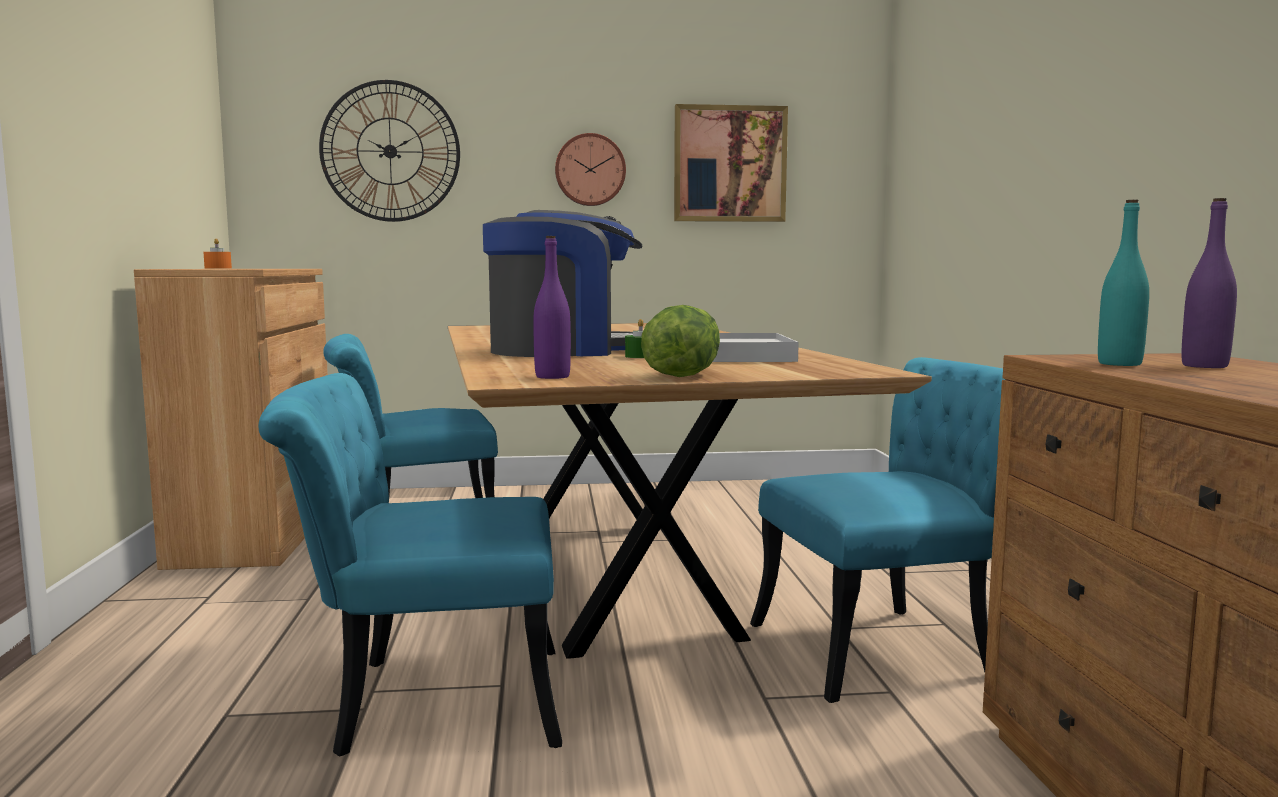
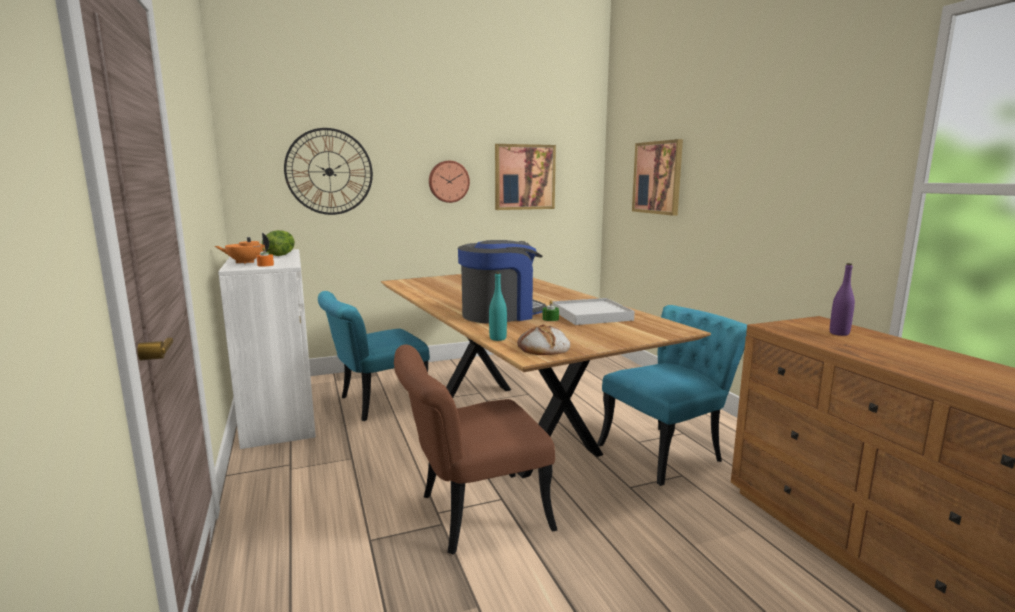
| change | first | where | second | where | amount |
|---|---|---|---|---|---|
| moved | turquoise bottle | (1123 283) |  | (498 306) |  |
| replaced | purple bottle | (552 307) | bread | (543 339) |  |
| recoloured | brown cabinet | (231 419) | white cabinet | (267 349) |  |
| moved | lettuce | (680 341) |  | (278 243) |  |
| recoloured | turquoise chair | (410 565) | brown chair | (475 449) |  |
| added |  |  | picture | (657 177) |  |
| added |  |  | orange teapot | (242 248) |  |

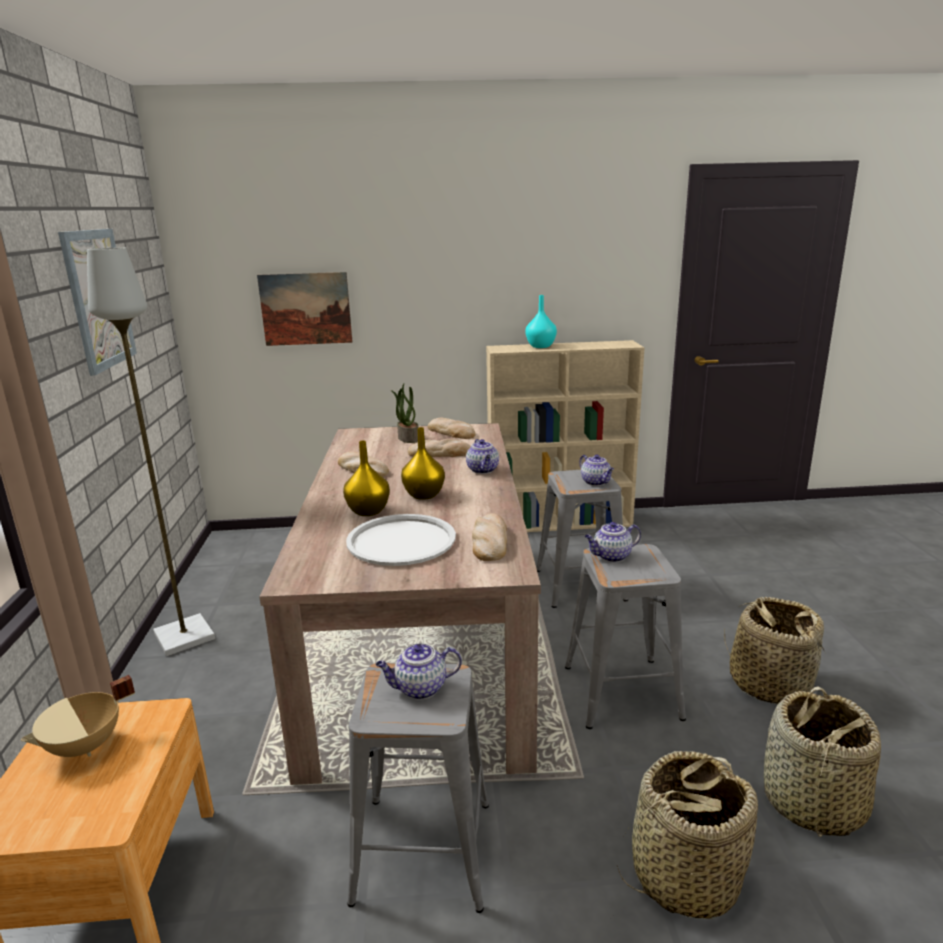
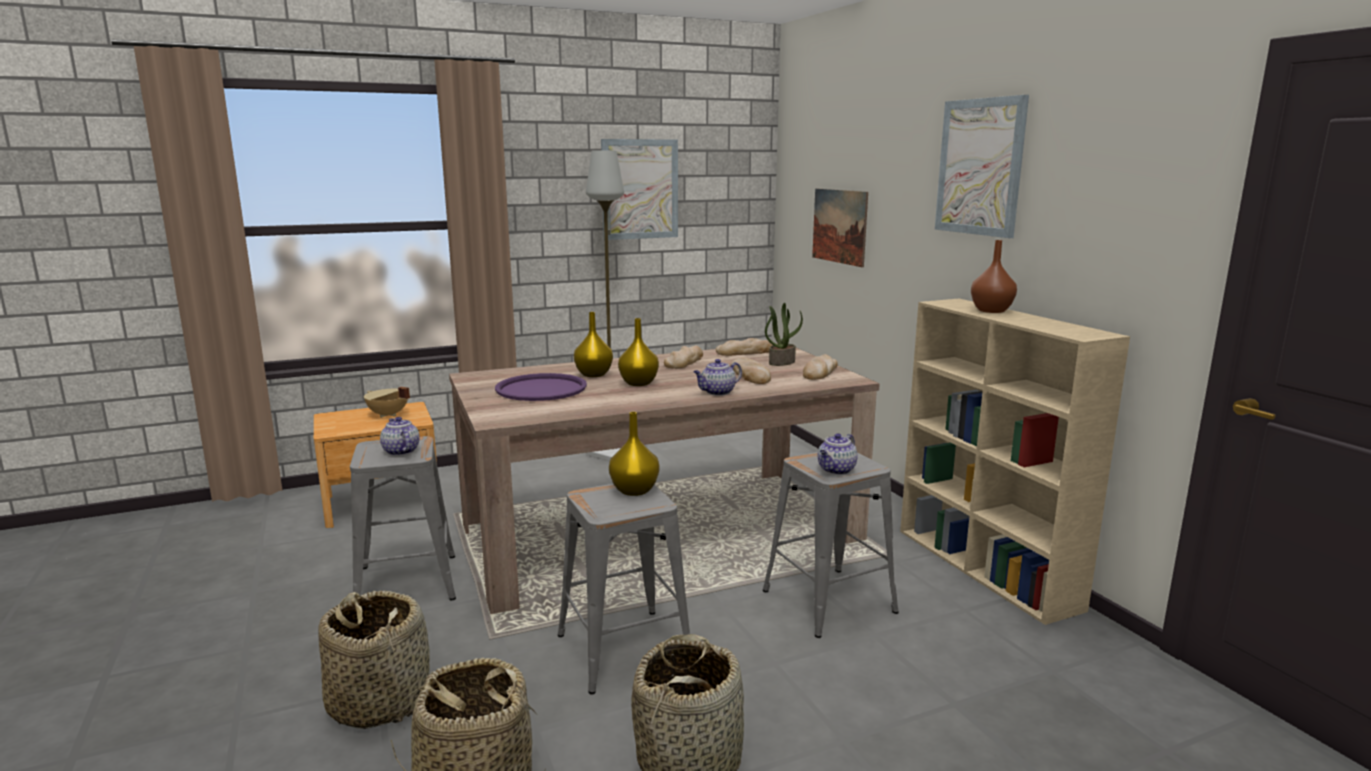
| change | first | where | second | where | amount |
|---|---|---|---|---|---|
| recoloured | turquoise vase | (541 321) | brown vase | (994 276) |  |
| moved | bread | (489 537) |  | (745 347) |  |
| recoloured | white tray | (401 540) | purple tray | (541 387) |  |
| replaced | teapot | (613 542) | yellow vase | (634 454) |  |
| added |  |  | picture | (982 166) |  |

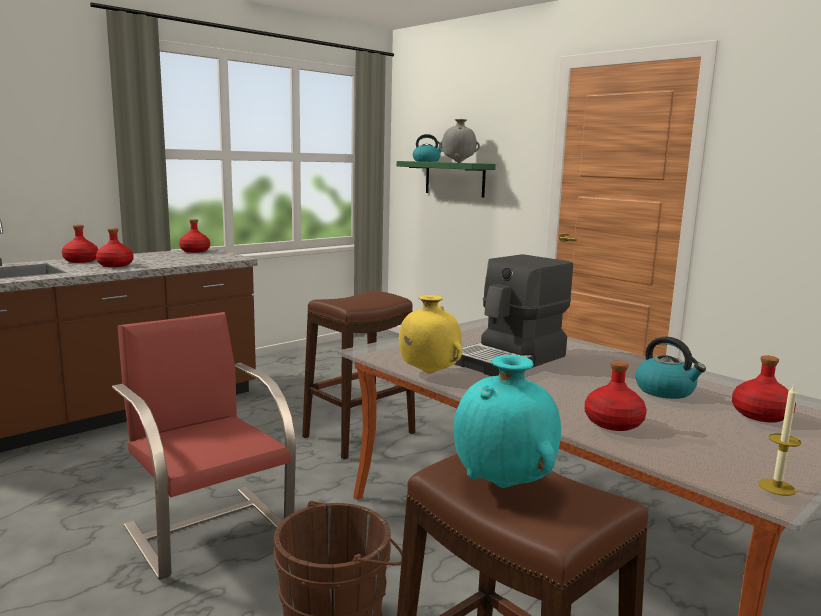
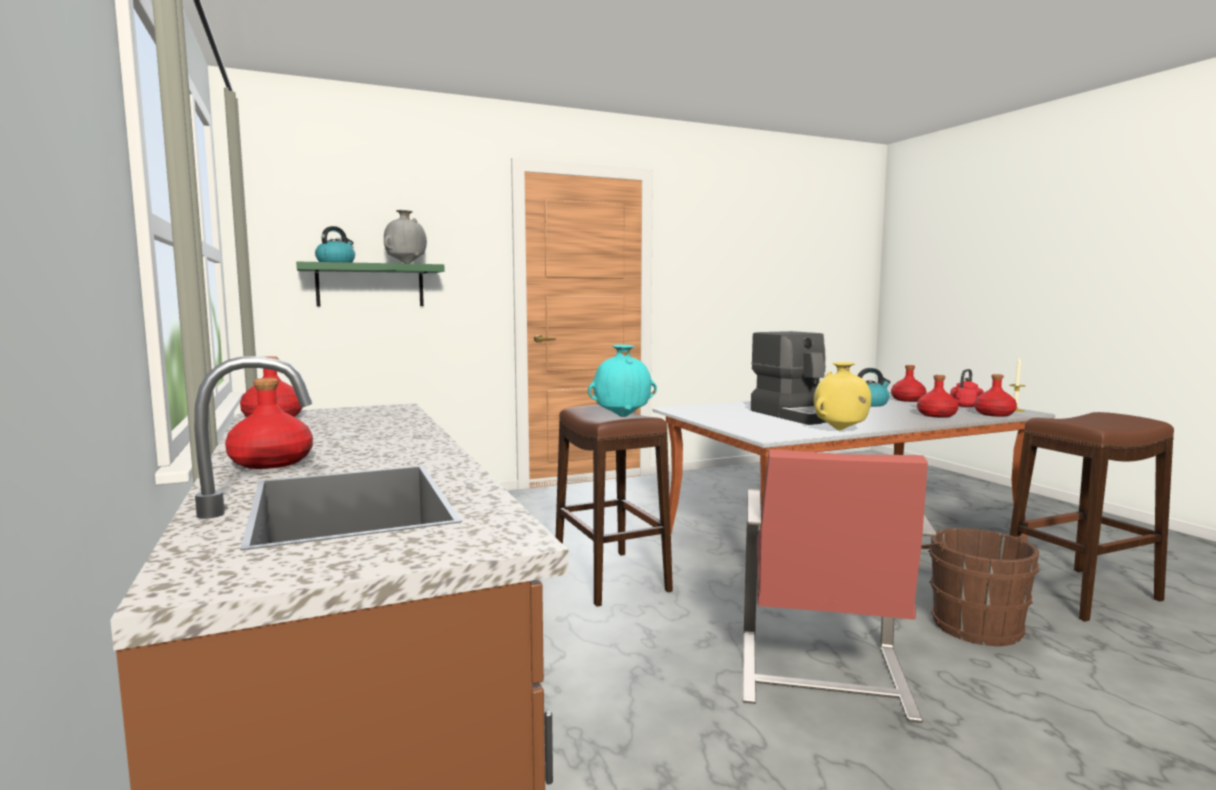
| change | first | where | second | where | amount |
|---|---|---|---|---|---|
| moved | red bottle | (115 247) |  | (995 395) |  |
| turned | red chair | (204 446) |  | (839 586) | 60 degrees counterclockwise |
| moved | turquoise vase | (507 421) |  | (622 380) |  |
| added |  |  | red kettle | (967 388) |  |

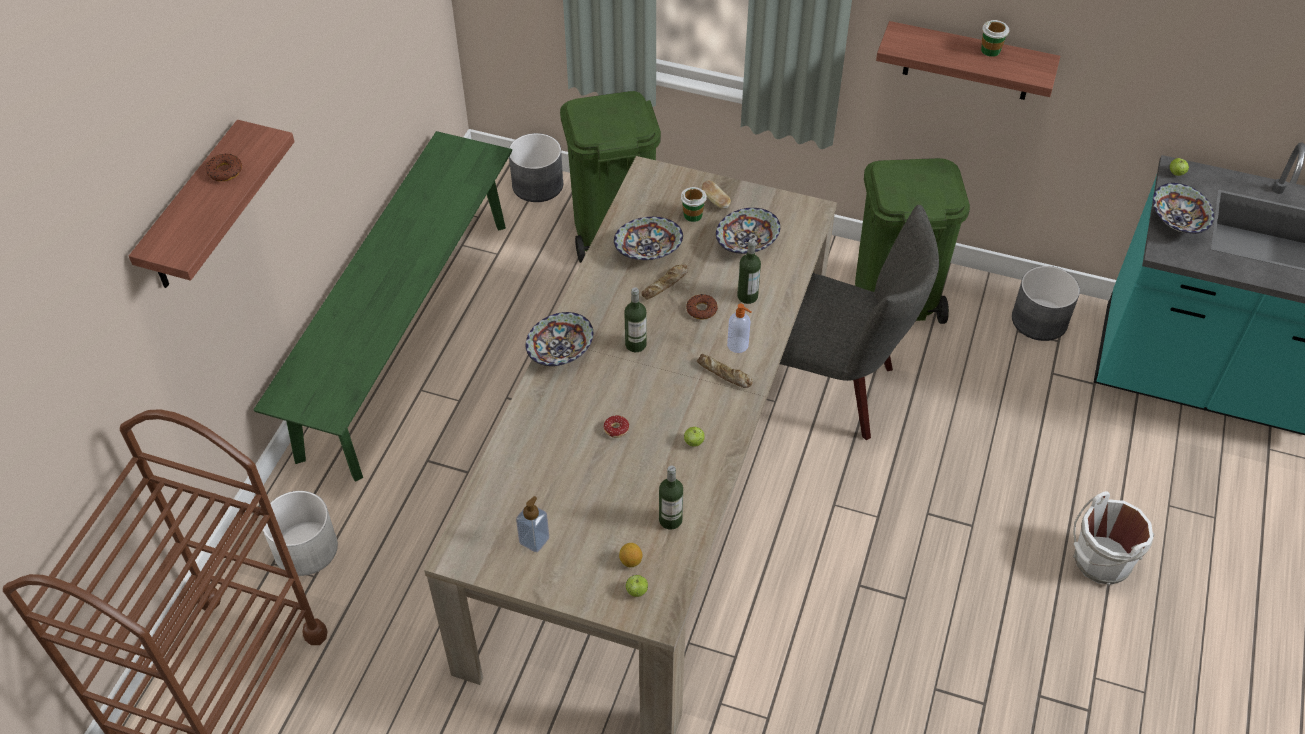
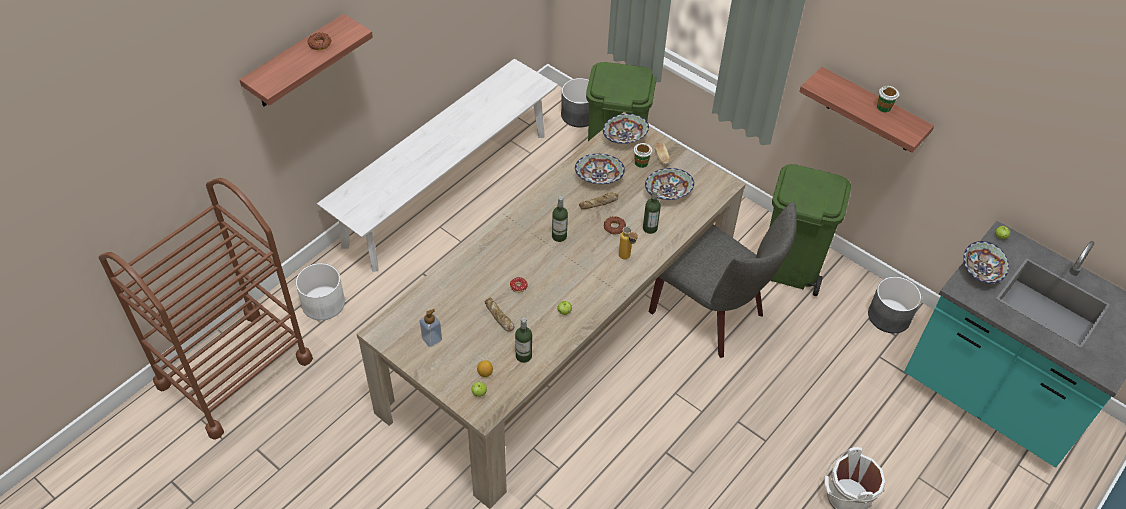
| change | first | where | second | where | amount |
|---|---|---|---|---|---|
| recoloured | green bench | (382 306) | white bench | (437 165) |  |
| replaced | soap dispenser | (739 328) | bottle | (628 243) |  |
| moved | bowl | (559 339) |  | (626 129) |  |
| moved | bread | (724 371) |  | (499 315) |  |

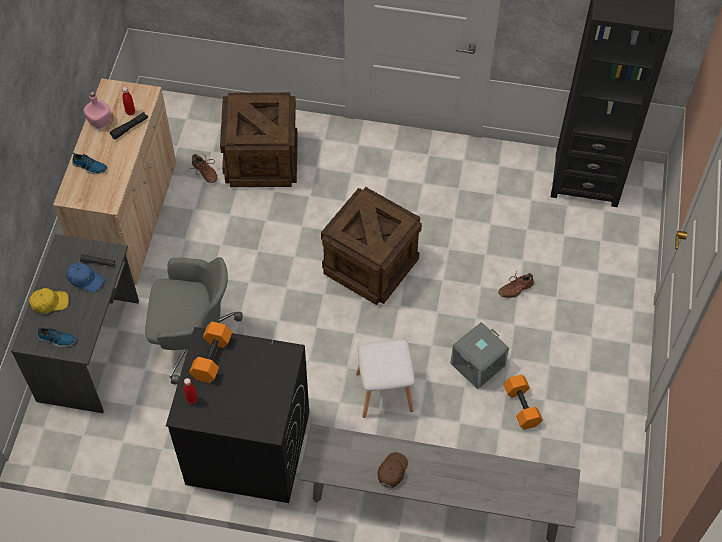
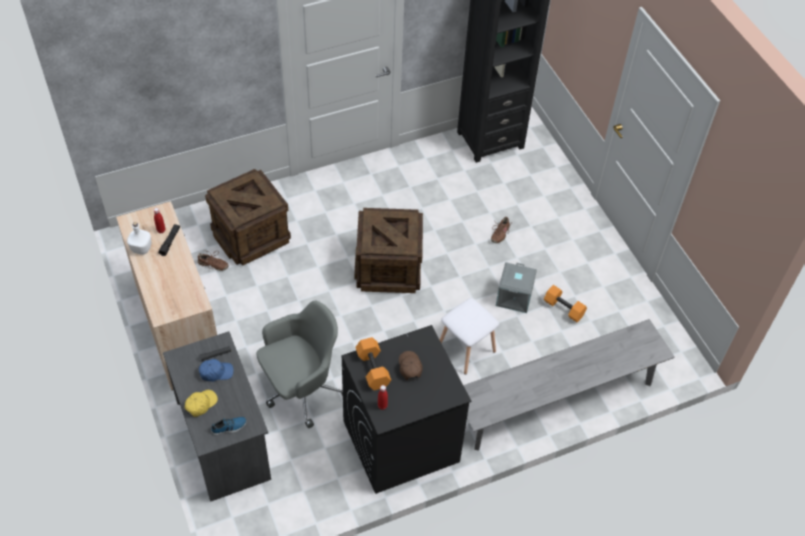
| change | first | where | second | where | amount |
|---|---|---|---|---|---|
| recoloured | pink bottle | (97 110) | white bottle | (139 238) |  |
| removed | shoe | (89 163) |  |  |  |
| moved | brown cap | (393 470) |  | (411 366) |  |

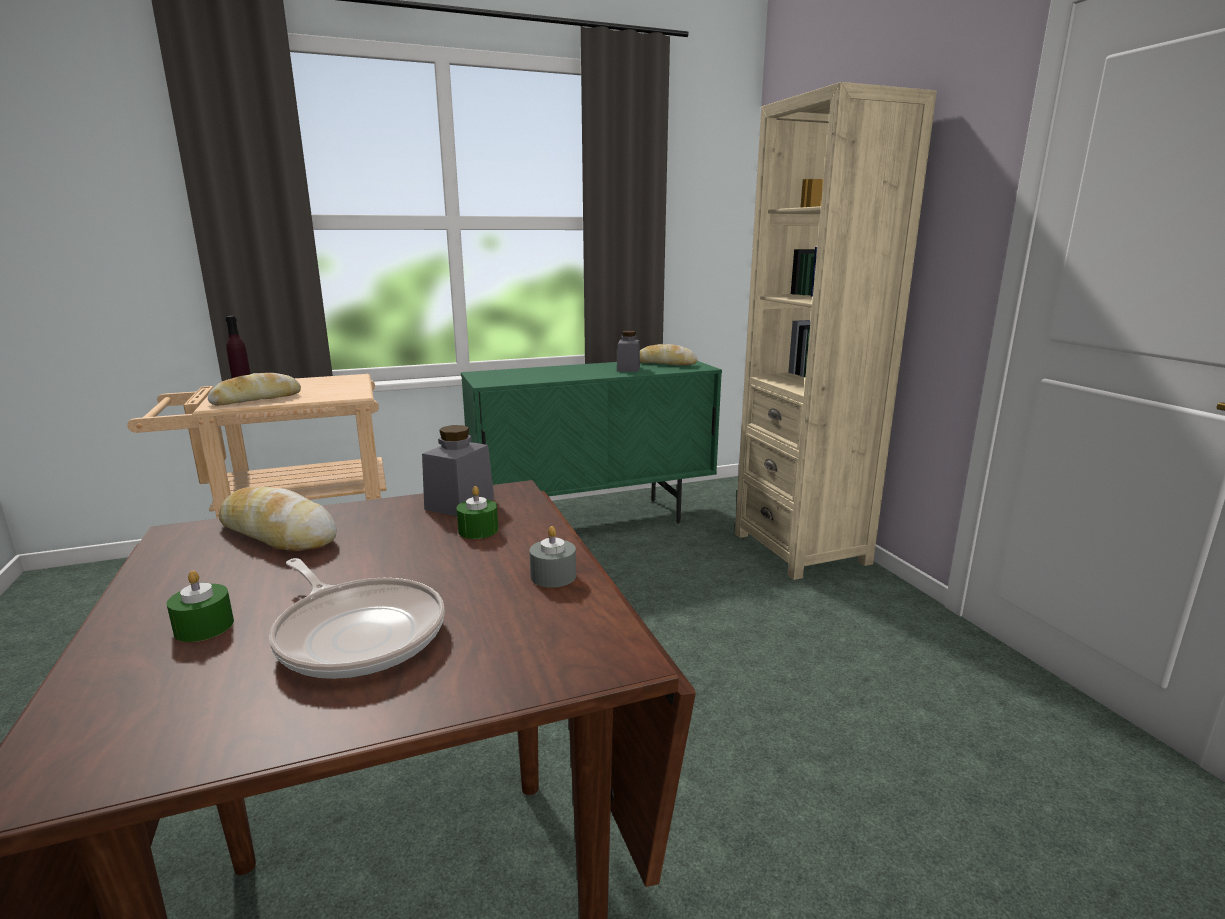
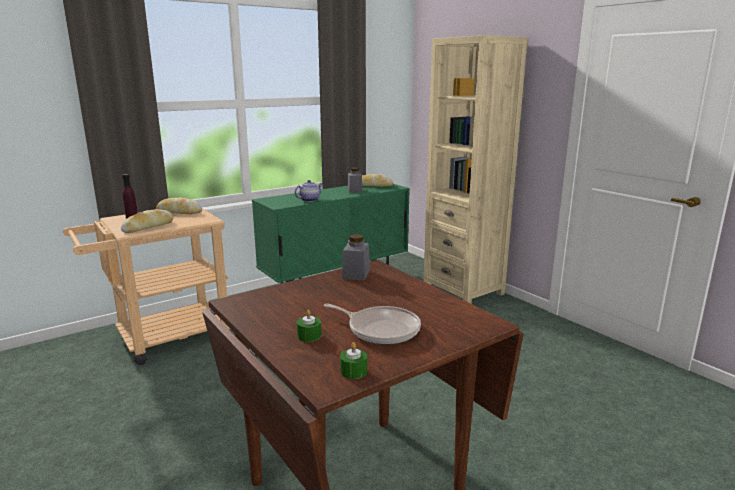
| change | first | where | second | where | amount |
|---|---|---|---|---|---|
| moved | green candle | (477 512) |  | (353 360) |  |
| moved | bread | (278 519) |  | (179 205) |  |
| removed | grey candle | (553 557) |  |  |  |
| added |  |  | teapot | (308 191) |  |

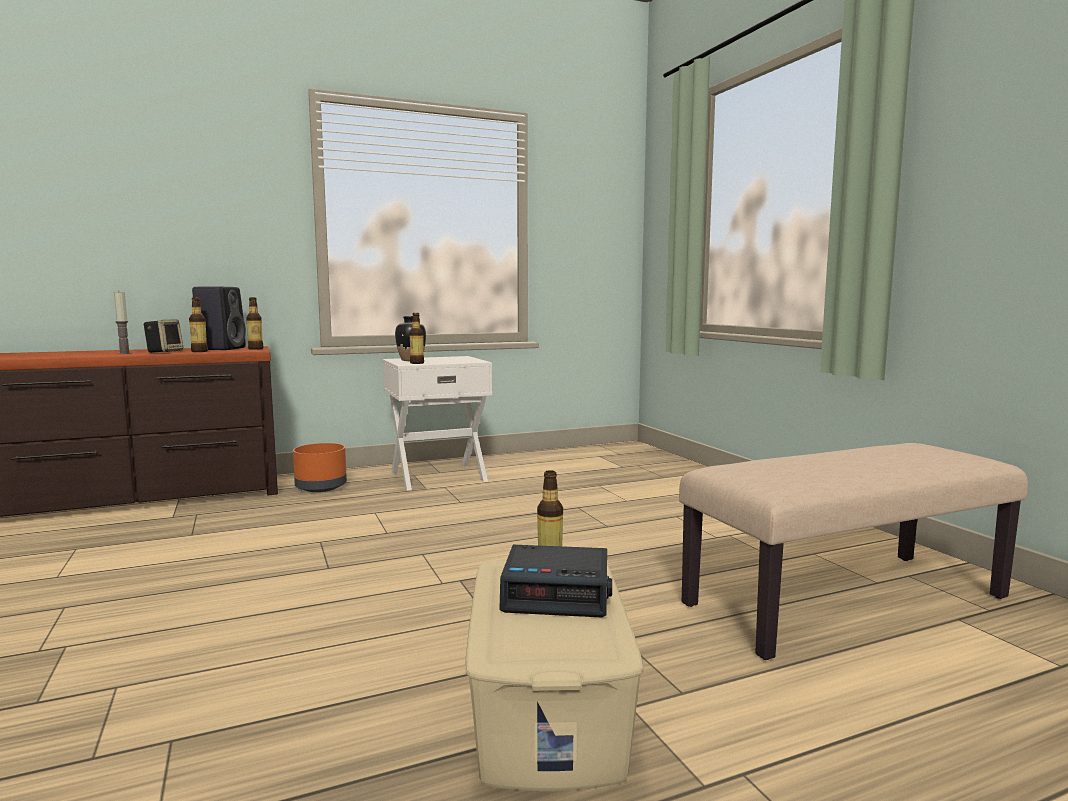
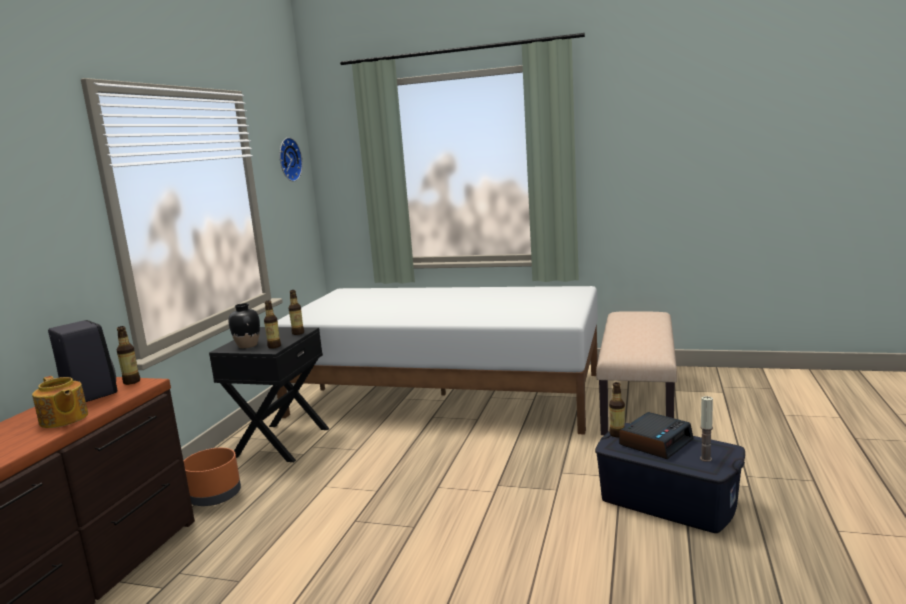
| change | first | where | second | where | amount |
|---|---|---|---|---|---|
| moved | candle | (122 322) |  | (706 429) |  |
| moved | bottle | (198 324) |  | (296 312) |  |
| replaced | speaker | (163 336) | teapot | (60 402) |  |
| recoloured | white nightstand | (437 423) | black nightstand | (269 394) |  |
| recoloured | beige storage box | (554 675) | blue storage box | (670 478) |  |
| added |  |  | wall clock | (291 159) |  |
| added |  |  | white bed | (437 360) |  |

